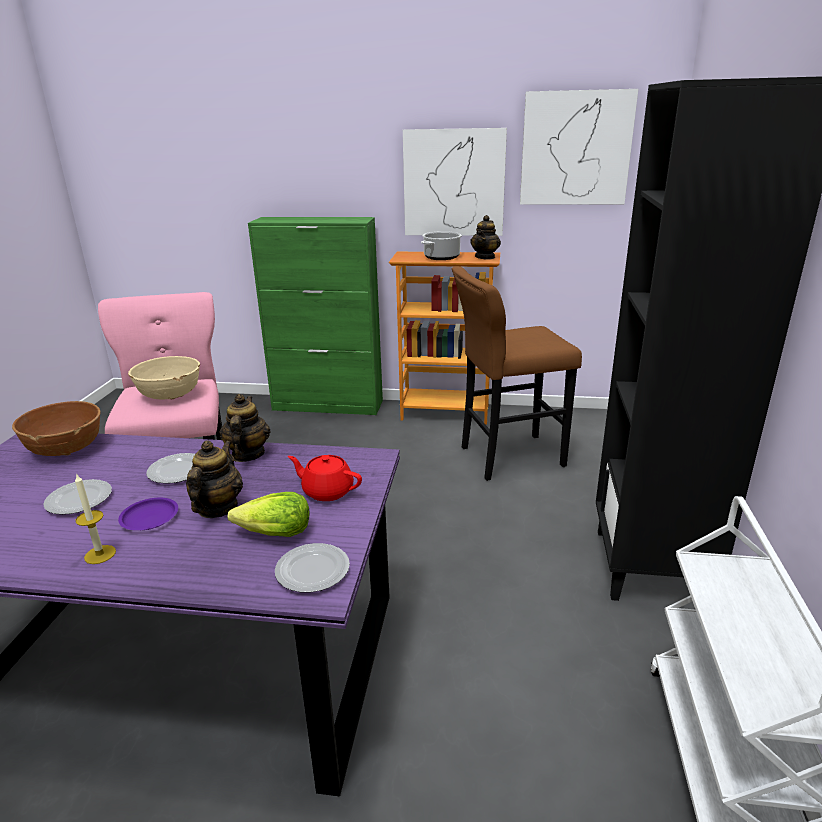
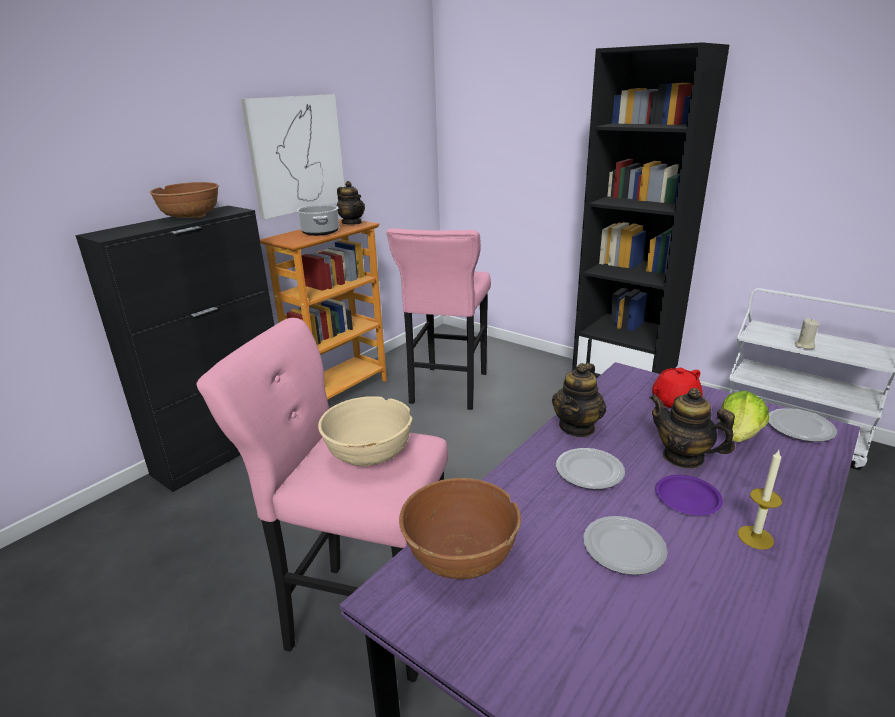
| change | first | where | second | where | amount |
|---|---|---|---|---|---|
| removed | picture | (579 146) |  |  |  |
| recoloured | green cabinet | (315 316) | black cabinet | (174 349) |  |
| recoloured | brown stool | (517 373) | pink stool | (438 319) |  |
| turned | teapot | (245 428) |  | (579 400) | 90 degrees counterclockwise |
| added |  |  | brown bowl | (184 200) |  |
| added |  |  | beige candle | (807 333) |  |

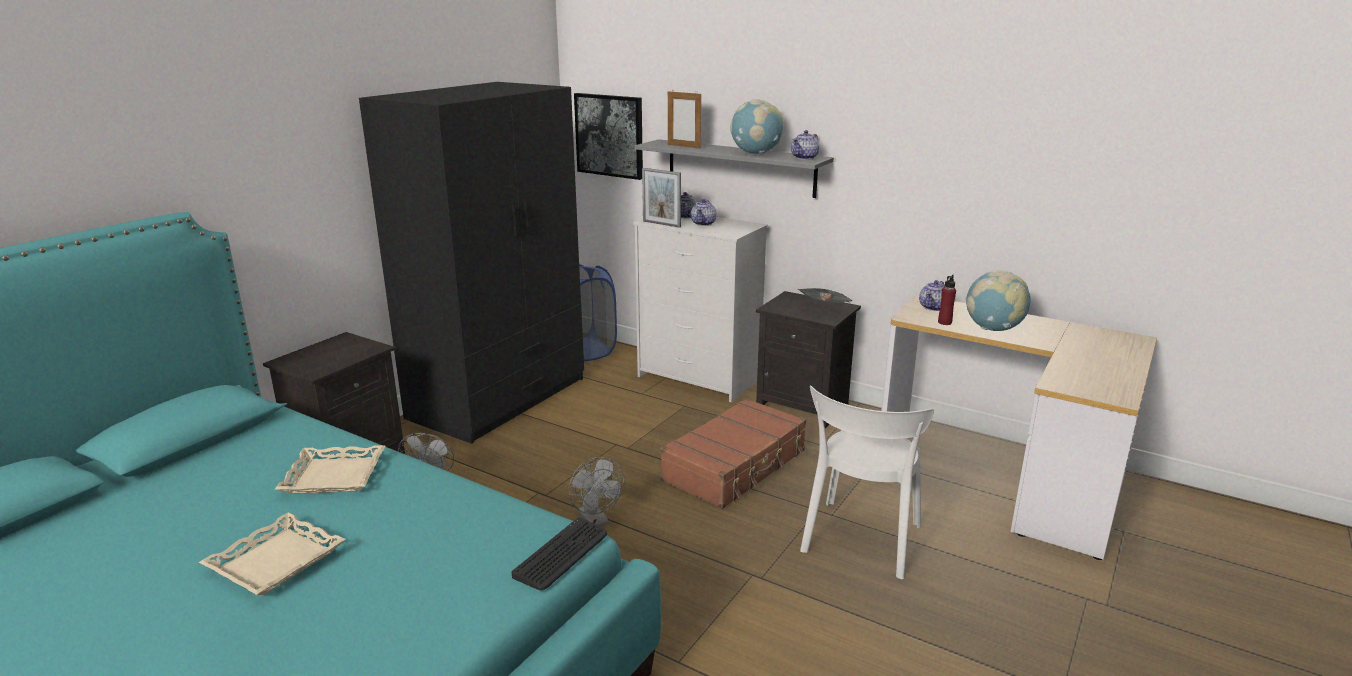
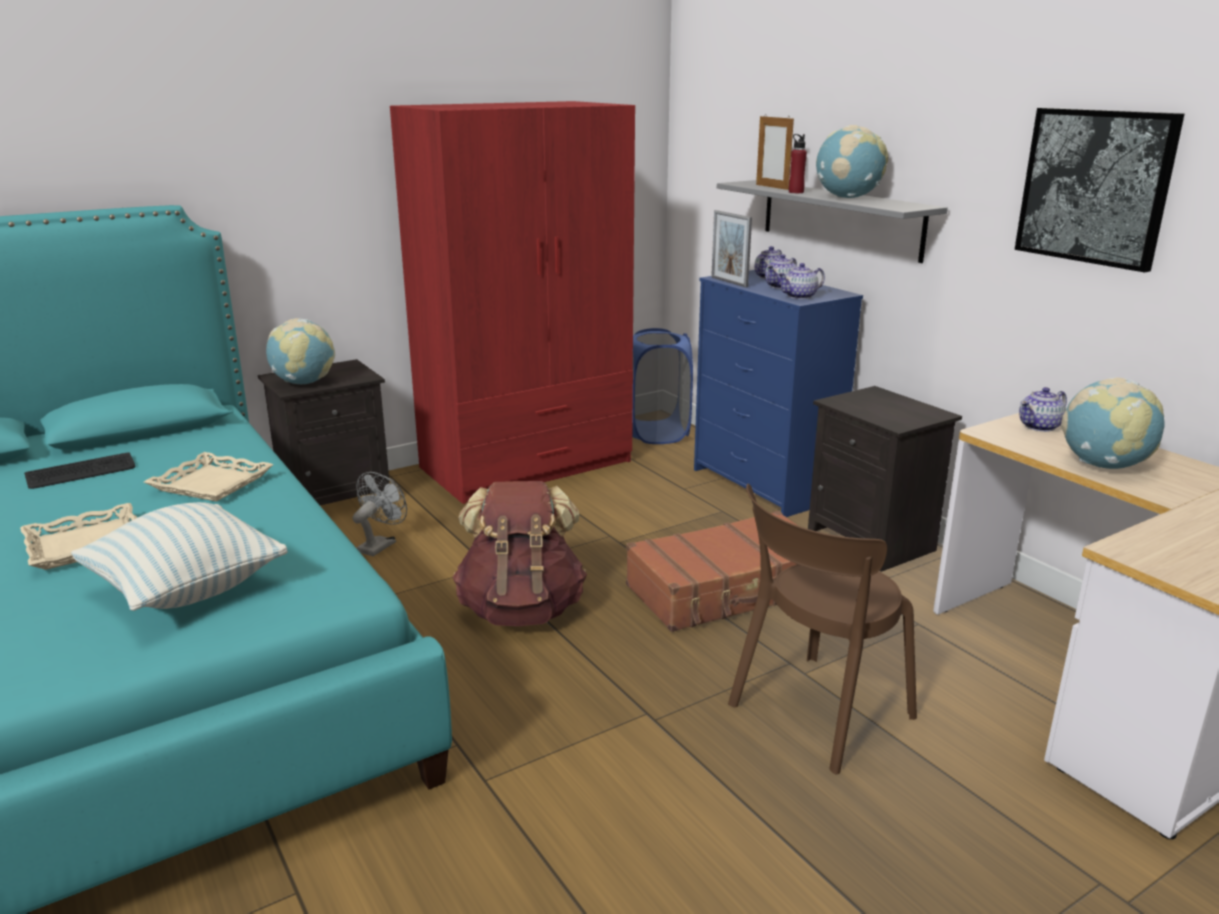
| change | first | where | second | where | amount |
|---|---|---|---|---|---|
| recoloured | black wardrobe | (471 263) | red wardrobe | (512 302) |  |
| moved | picture | (608 136) |  | (1099 190) |  |
| moved | teapot | (805 145) |  | (801 281) |  |
| recoloured | white dresser | (700 309) | blue dresser | (778 393) |  |
| moved | red bottle | (947 300) |  | (798 163) |  |
| removed | newspaper | (824 295) |  |  |  |
| recoloured | white chair | (867 482) | brown chair | (822 629) |  |
| replaced | grey fan | (596 491) | brown backpack | (519 553) |  |
| moved | keyboard | (559 553) |  | (80 470) |  |
| added |  |  | globe | (300 351) |  |
| added |  |  | pillow | (179 556) |  |

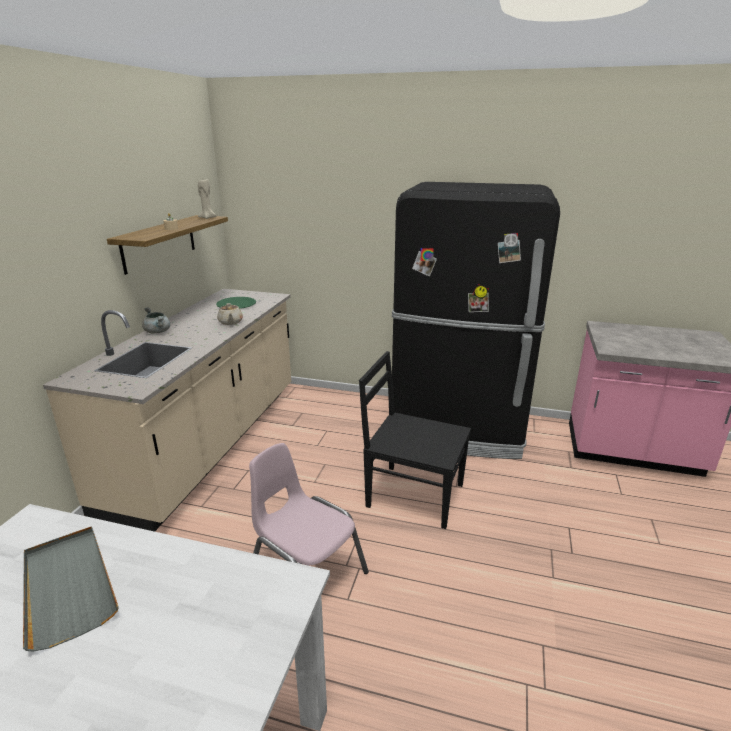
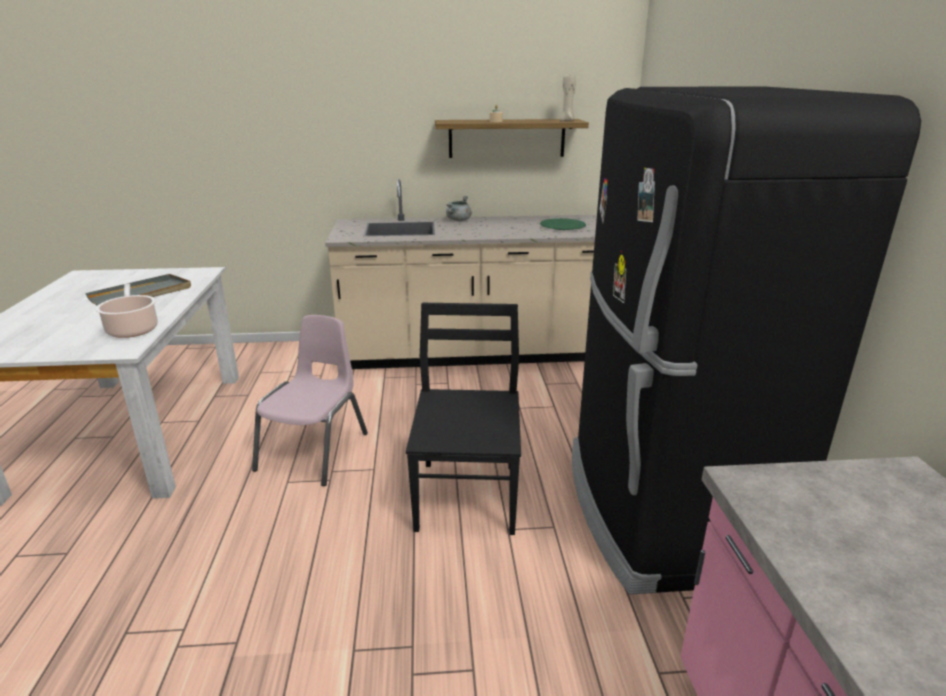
| change | first | where | second | where | amount |
|---|---|---|---|---|---|
| removed | beige teapot | (230 314) |  |  |  |
| added |  |  | cooking pot | (126 311) |  |

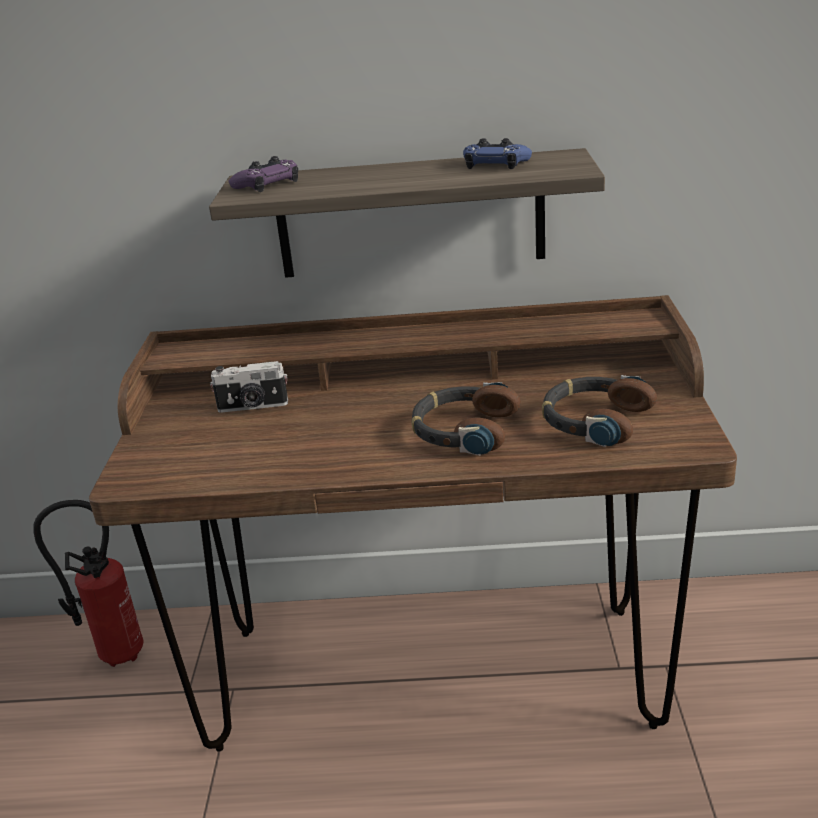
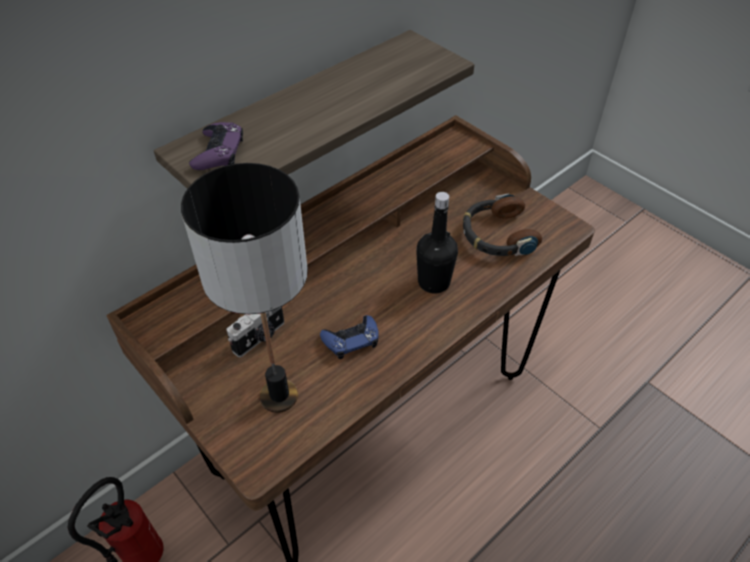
| change | first | where | second | where | amount |
|---|---|---|---|---|---|
| moved | blue game controller | (497 153) |  | (349 337) |  |
| replaced | headphones | (466 419) | black bottle | (437 242) |  |
| added |  |  | table lamp | (244 288) |  |

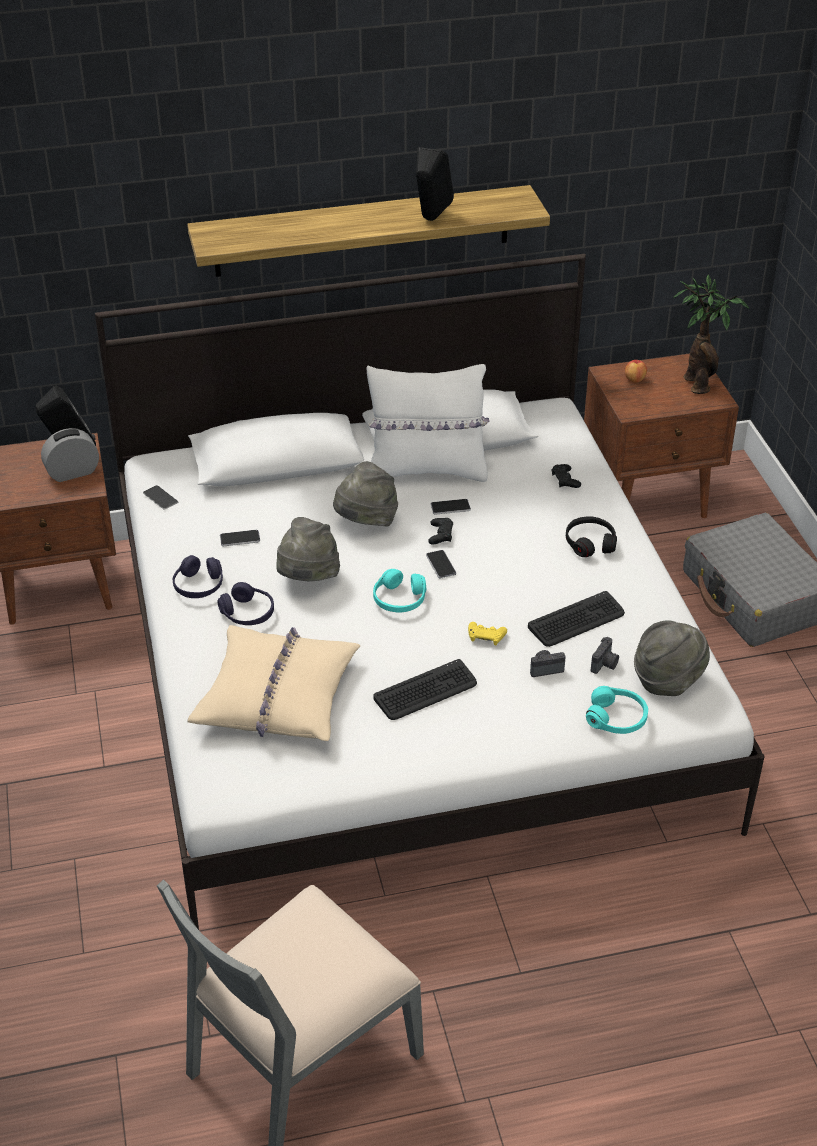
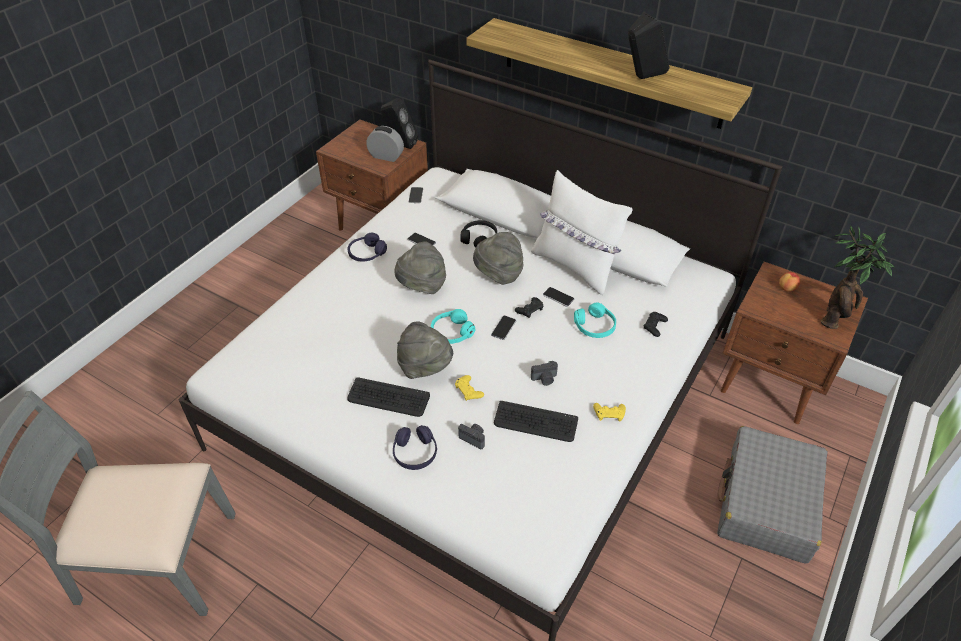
| change | first | where | second | where | amount |
|---|---|---|---|---|---|
| moved | black headphones | (591 536) |  | (478 234) |  |
| moved | purple headphones | (245 603) |  | (415 447) |  |
| moved | grey hat | (672 658) |  | (425 350) |  |
| removed | beige pillow | (274 683) |  |  |  |
| moved | photo camera | (605 655) |  | (544 373) |  |
| moved | turquoise headphones | (617 710) |  | (595 320) |  |
| added |  |  | yellow game controller | (609 412) |  |

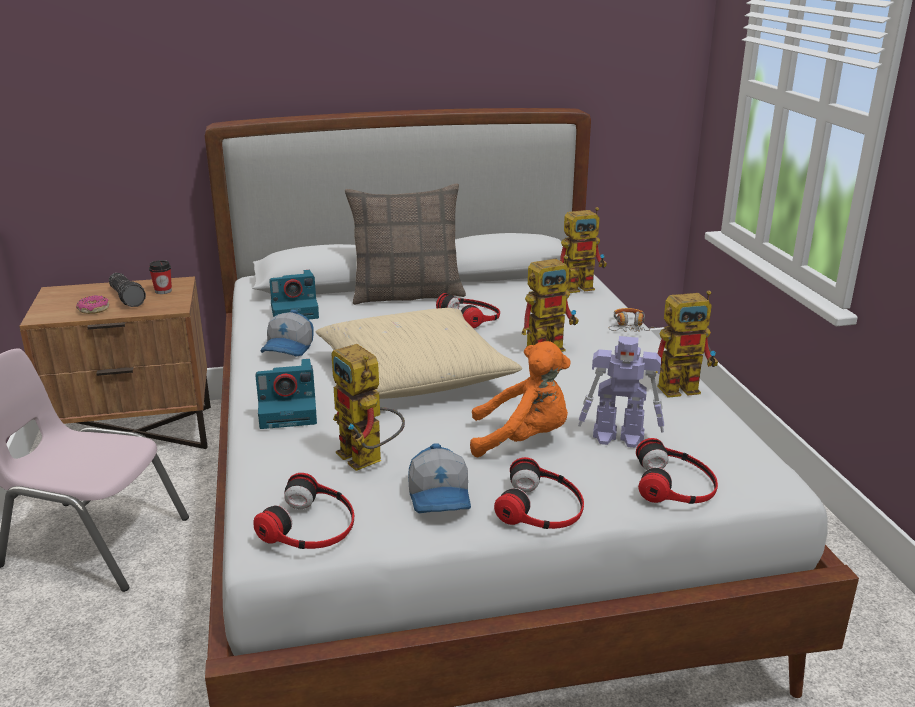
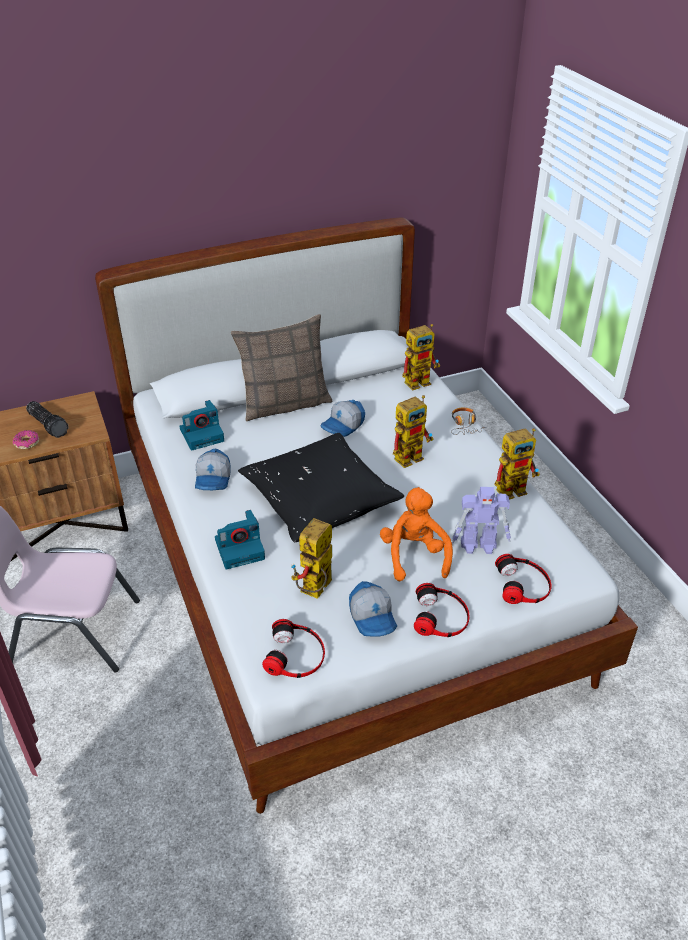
| change | first | where | second | where | amount |
|---|---|---|---|---|---|
| removed | cup | (160 277) |  |  |  |
| replaced | headphones | (468 310) | cap | (343 418) |  |
| recoloured | beige pillow | (419 353) | black pillow | (321 487) |  |
| turned | orange plush toy | (520 399) |  | (416 534) | 90 degrees counterclockwise |
| turned | toy robot | (368 407) |  | (311 558) | 75 degrees clockwise |

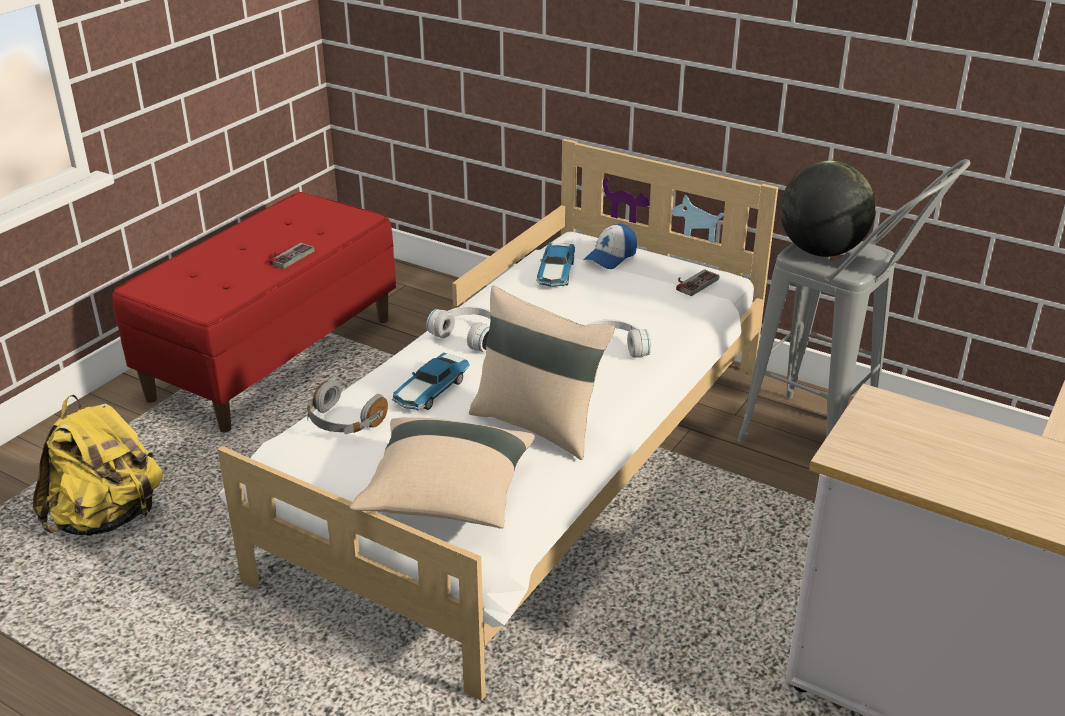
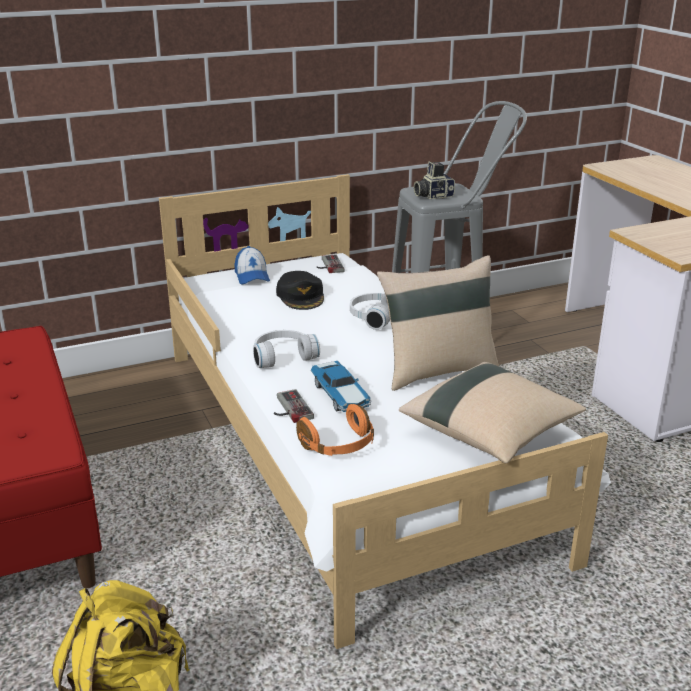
| change | first | where | second | where | amount |
|---|---|---|---|---|---|
| replaced | globe | (828 209) | photo camera | (434 180) |  |
| moved | game controller | (292 256) |  | (294 406) |  |
| removed | toy car | (555 265) |  |  |  |
| recoloured | grey headphones | (347 407) | orange headphones | (335 430) |  |
| added |  |  | black cap | (300 290) |  |

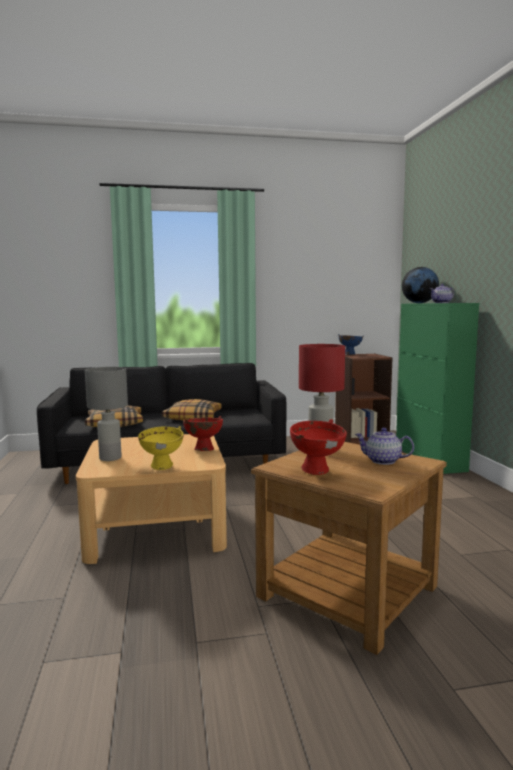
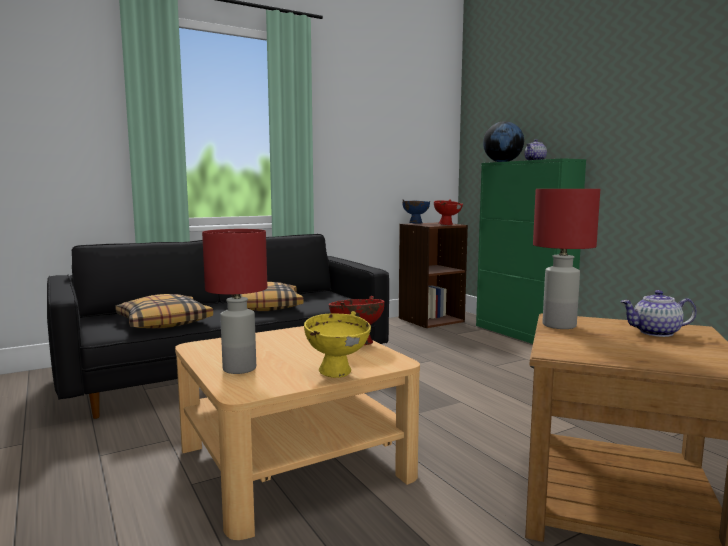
| change | first | where | second | where | amount |
|---|---|---|---|---|---|
| recoloured | grey table lamp | (106 414) | red table lamp | (234 301) |  |
| moved | red bowl | (318 447) |  | (448 212) |  |

